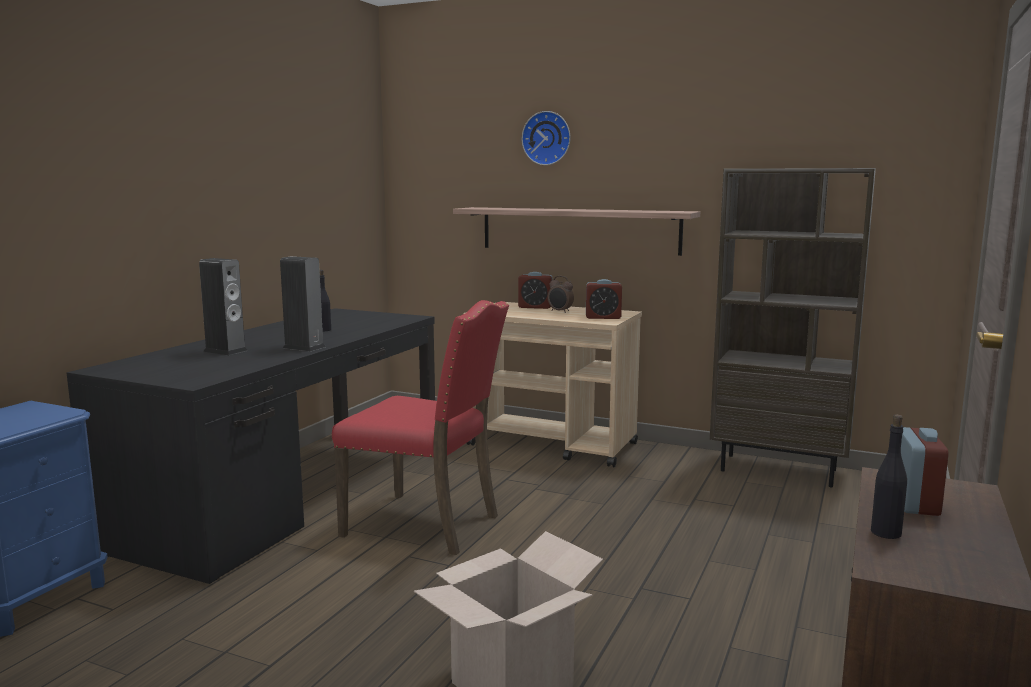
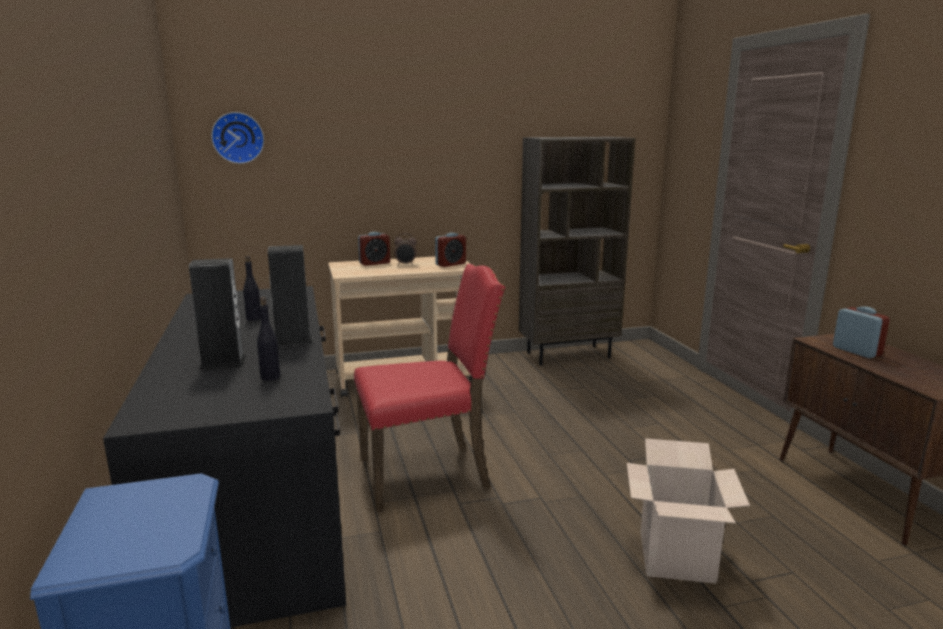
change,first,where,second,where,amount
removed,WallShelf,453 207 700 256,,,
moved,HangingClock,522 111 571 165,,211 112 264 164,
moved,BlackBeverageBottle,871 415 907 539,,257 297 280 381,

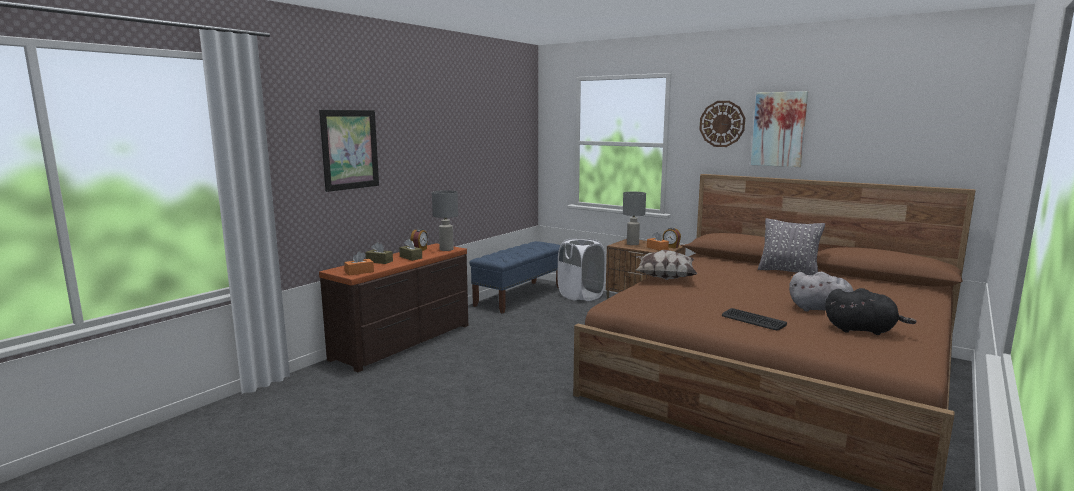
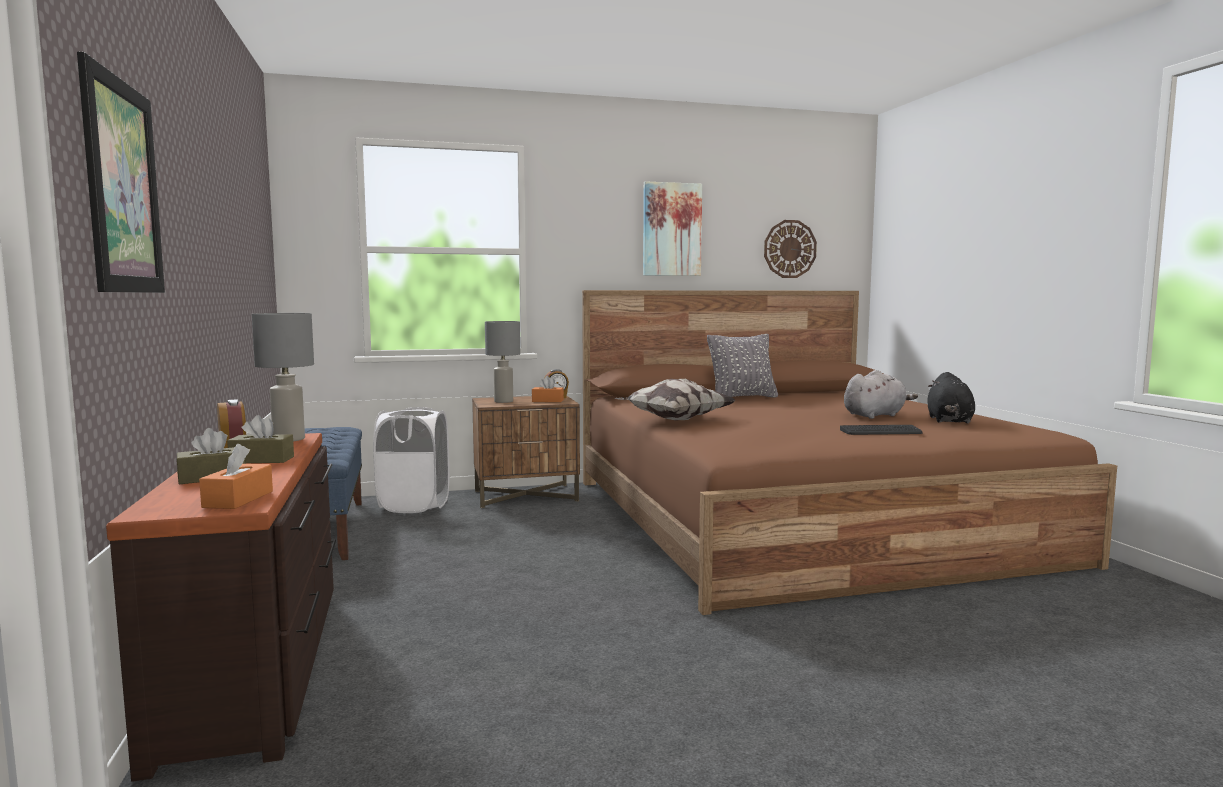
change,first,where,second,where,amount
moved,HangingClock,699 101 745 147,,764 220 817 278,
turned,BlackSoftToy,825 288 916 335,,927 372 975 424,135 degrees clockwise

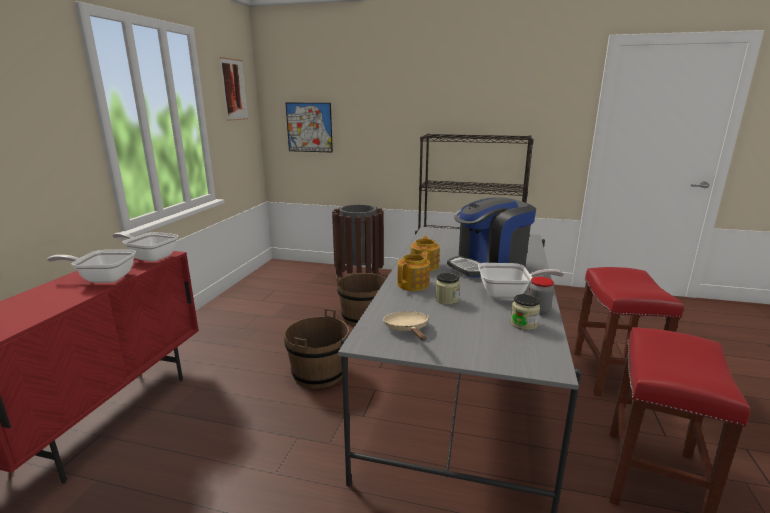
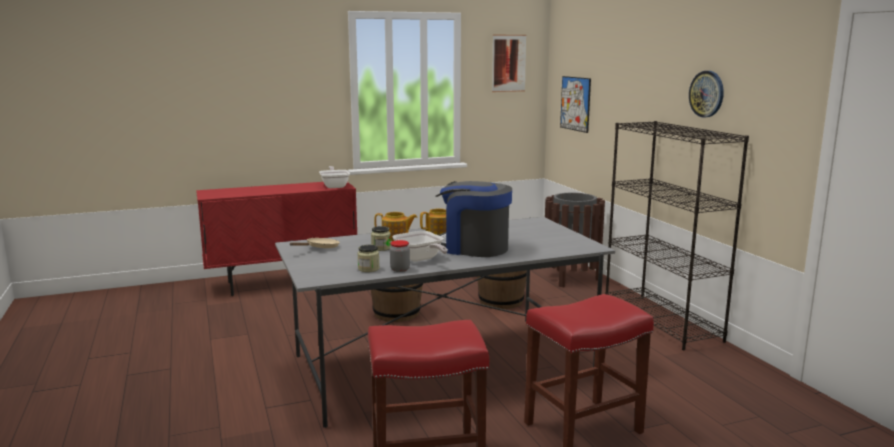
change,first,where,second,where,amount
removed,Pan,47 250 136 283,,,
added,,,HangingClock,689 71 724 118,

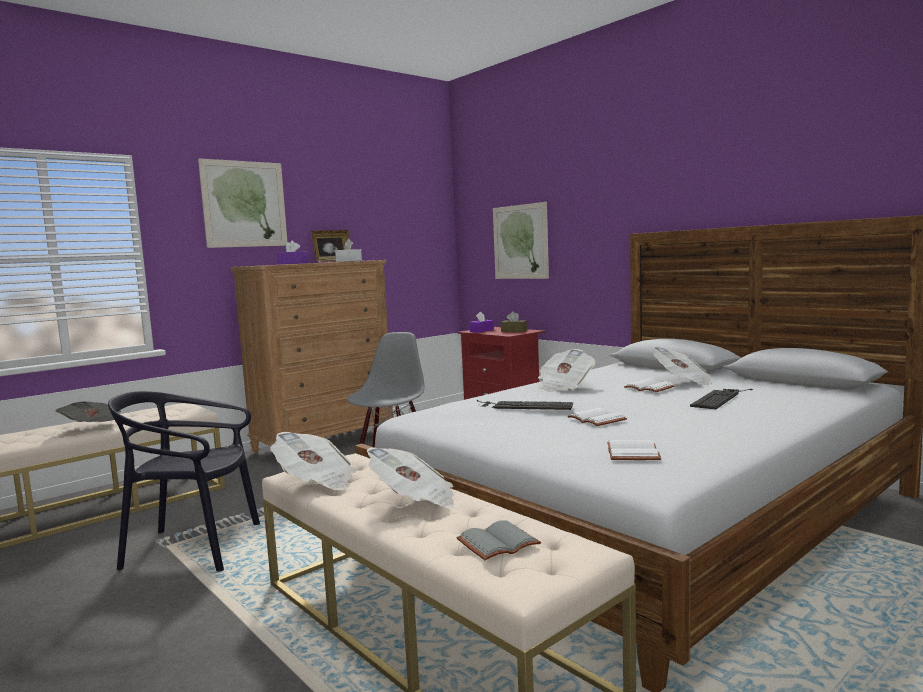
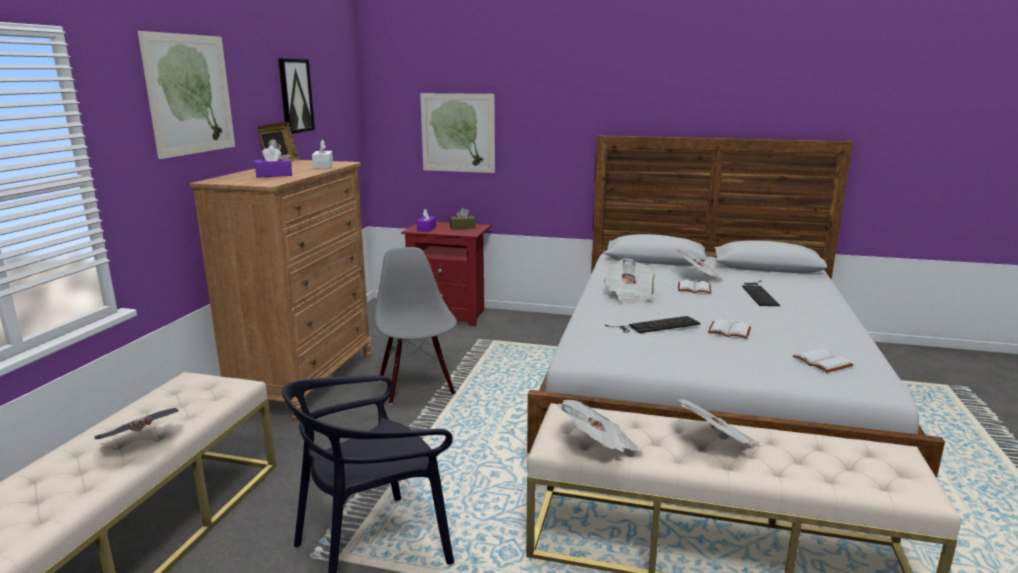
change,first,where,second,where,amount
removed,GreyishBoundBook,457 520 541 560,,,
added,,,WallPicture,278 59 315 134,

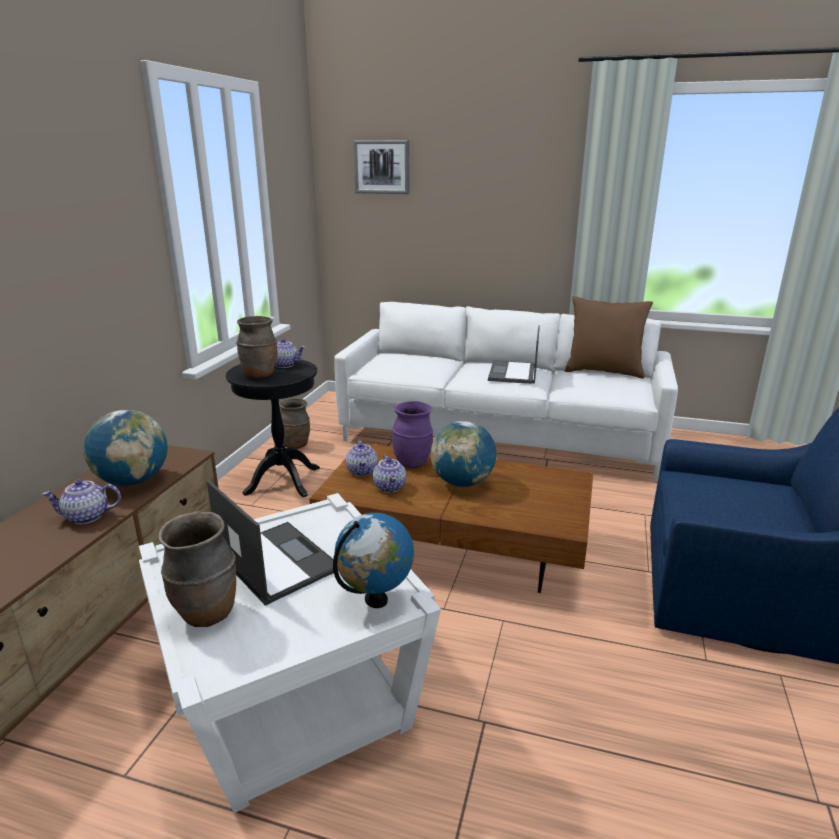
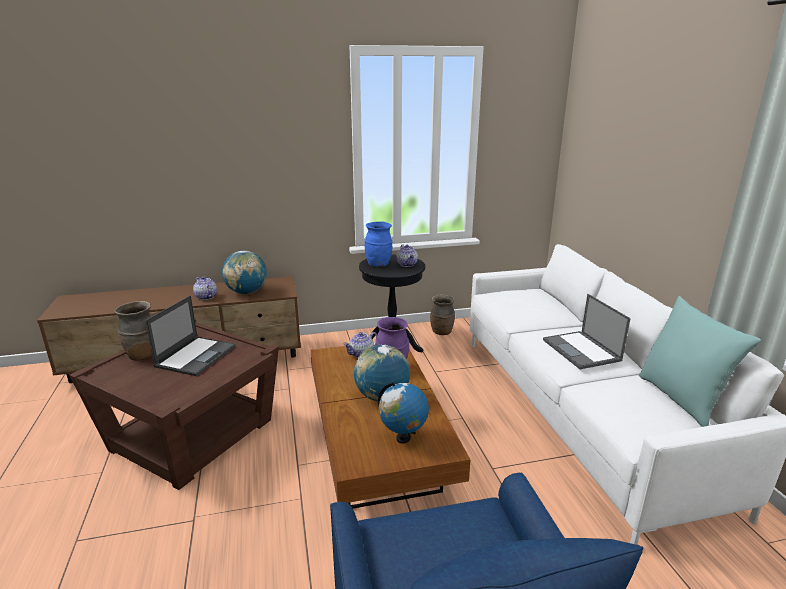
change,first,where,second,where,amount
removed,WallPicture,353 140 409 194,,,
removed,Teapot,373 454 406 493,,,
moved,DeskGlobe,333 513 414 608,,378 382 429 444,
recoloured,WhitishSideTable,139 493 441 813,BrownColouredSideTable,69 320 279 490,
recoloured,BrownColouredVase,236 316 278 379,BlueVase,364 222 392 267,
recoloured,BrownColouredCushion,565 296 653 378,TurquoiseColouredCushion,639 296 761 427,
turned,Laptop,488 326 540 384,,543 294 631 369,90 degrees counterclockwise

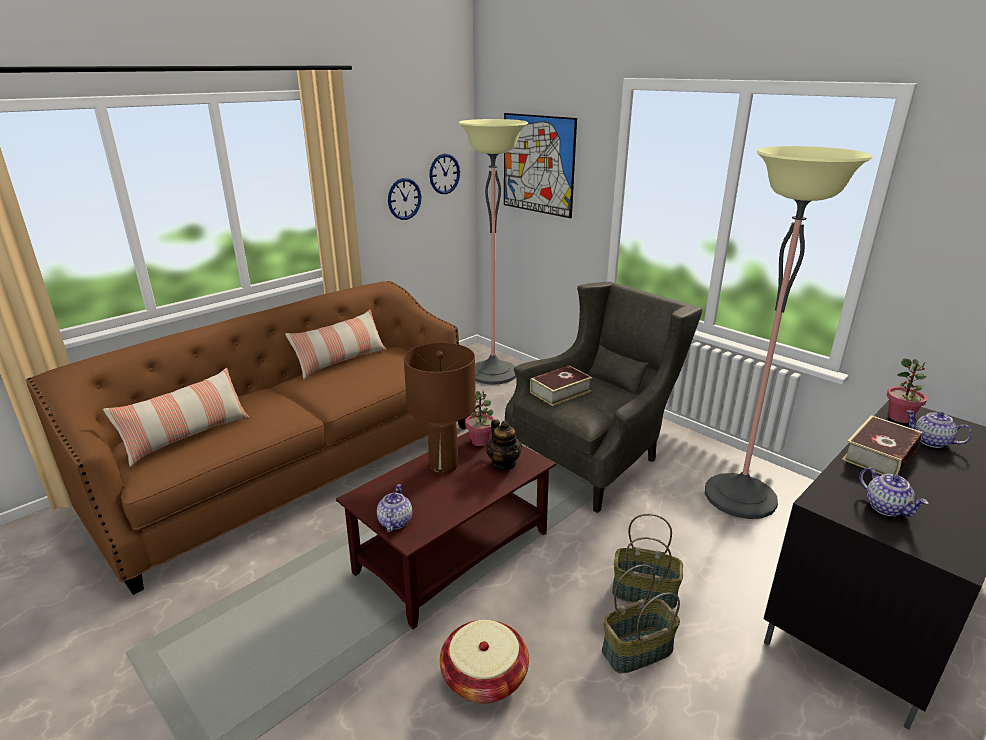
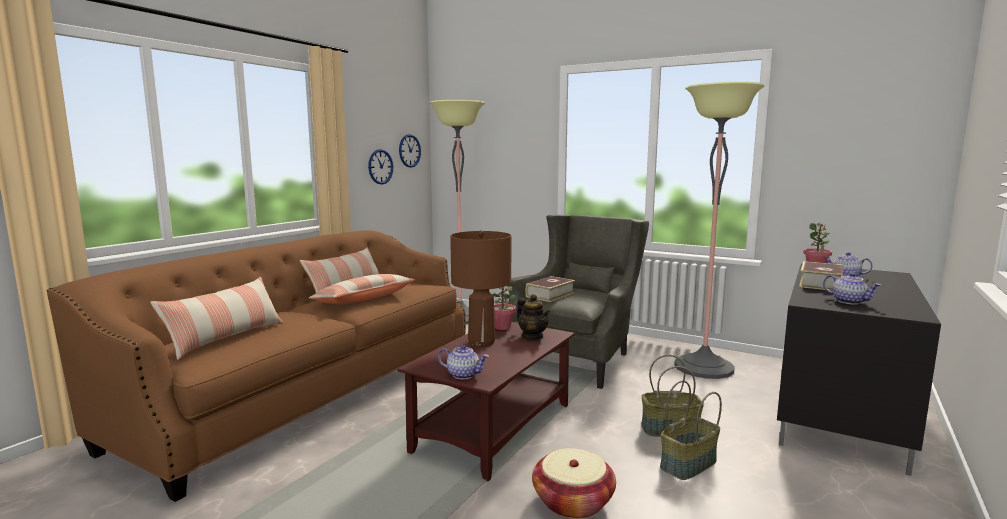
change,first,where,second,where,amount
removed,WallPicture,504 113 577 218,,,
added,,,Cushion,309 274 415 304,
turned,Teapot,377 484 412 532,,438 345 488 379,120 degrees clockwise

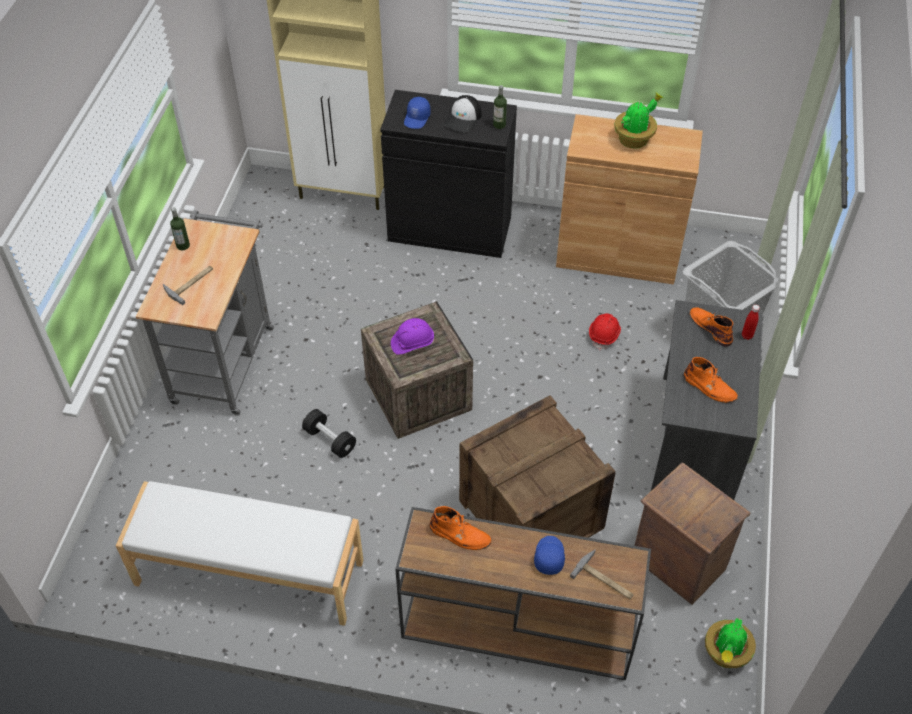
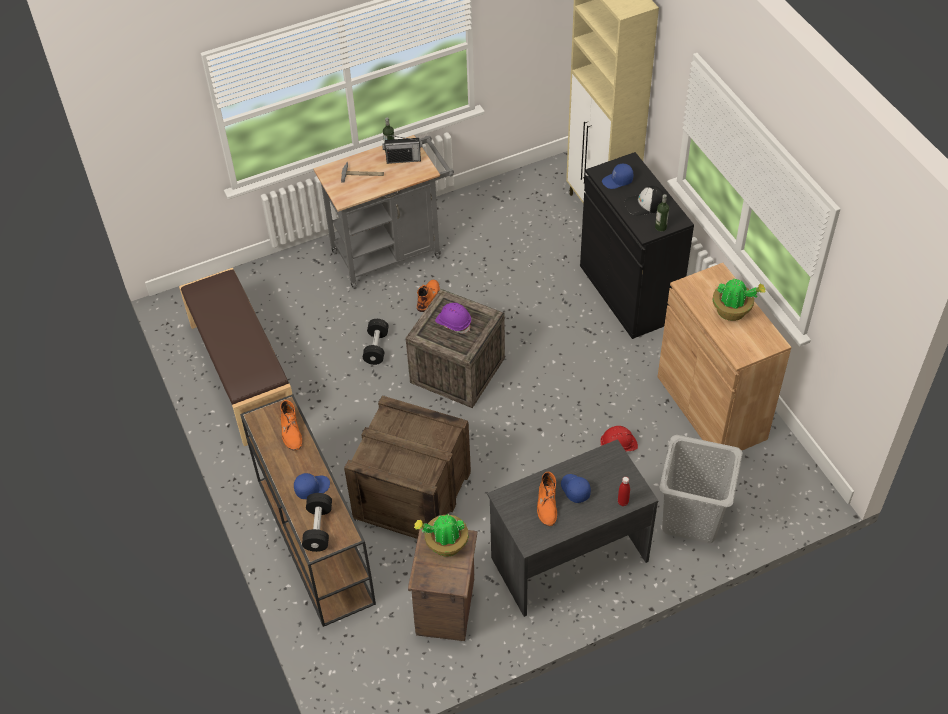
change,first,where,second,where,amount
added,,,Radio,382 135 422 164,
added,,,BlueBaseballCap,561 474 591 503,
moved,OrangeyBoot,690 307 733 347,,417 280 440 312,
moved,PottedPlant,705 618 756 668,,414 514 469 557,
replaced,Hammer,570 549 634 599,BlackFreeWeight,302 493 332 552,
recoloured,WhitishIndoorBench,116 481 363 626,BrownColouredIndoorBench,179 268 292 446,

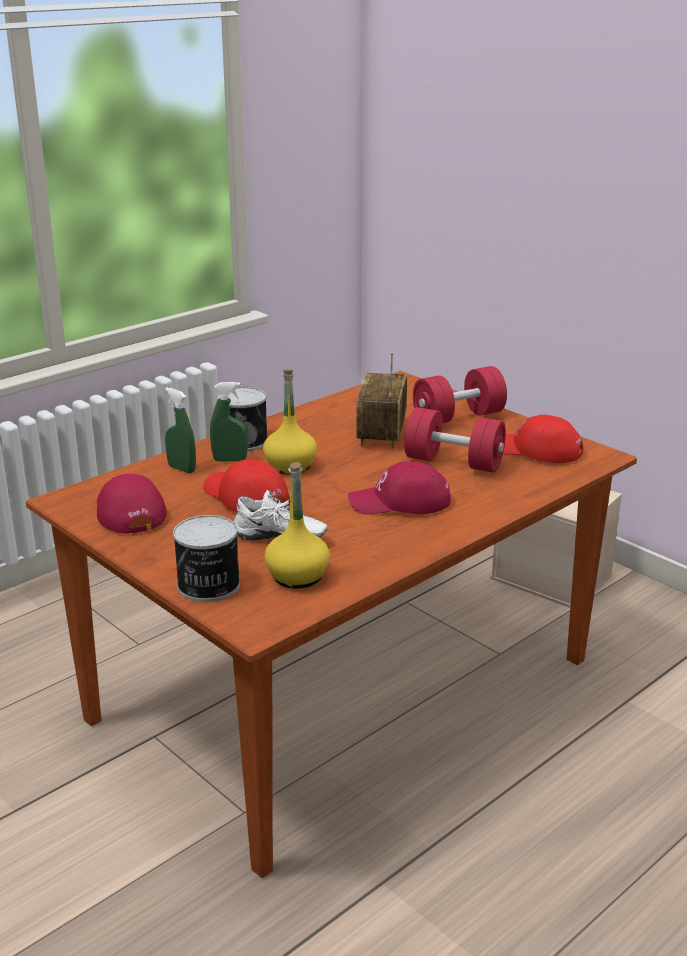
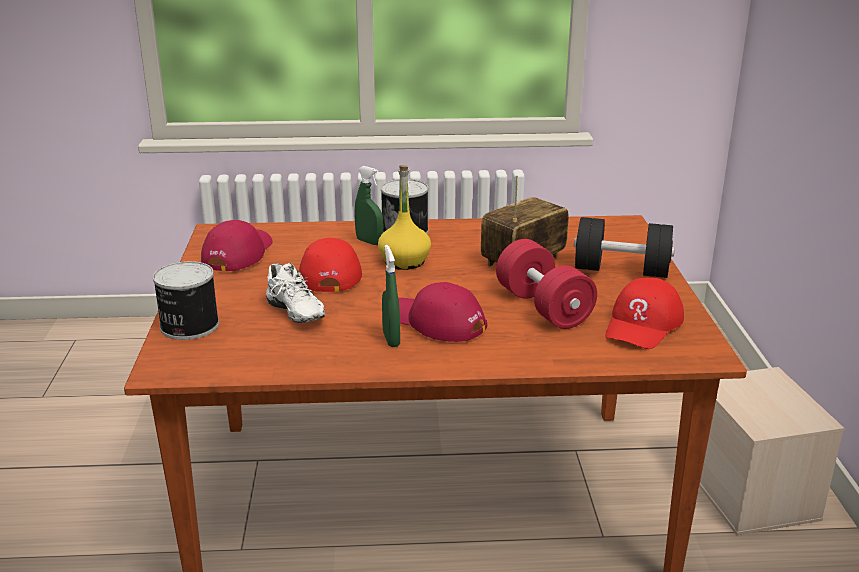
change,first,where,second,where,amount
removed,YellowishBeverageBottle,264 462 330 589,,,
moved,GreenColouredSprayBottle,165 387 196 473,,382 245 400 347,
recoloured,ReddishFreeWeight,413 366 507 423,BlackFreeWeight,574 217 675 278,
turned,ReddishBaseballCap,503 415 583 463,,605 277 684 349,120 degrees counterclockwise

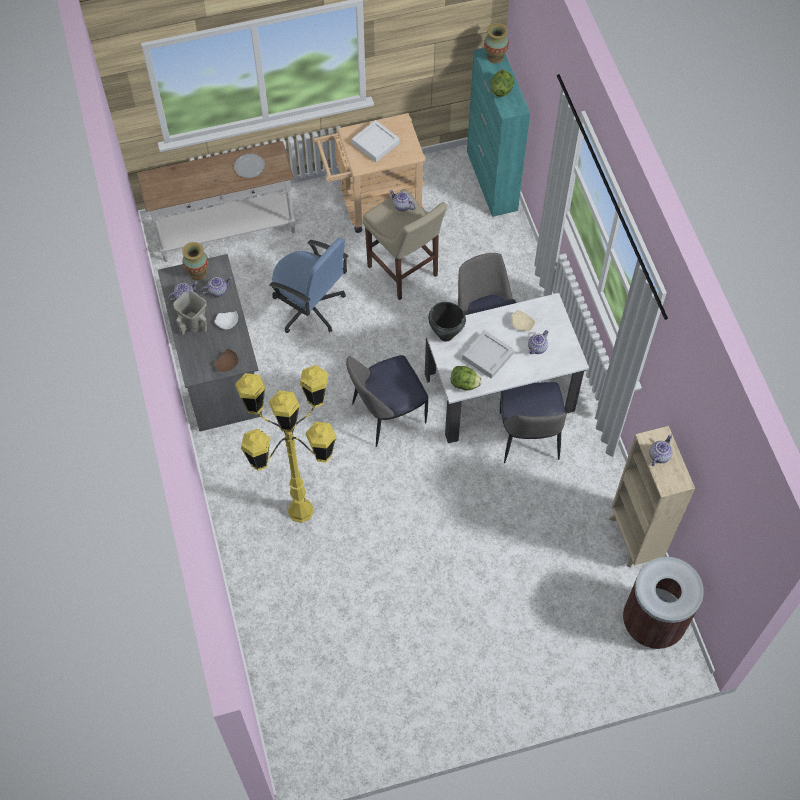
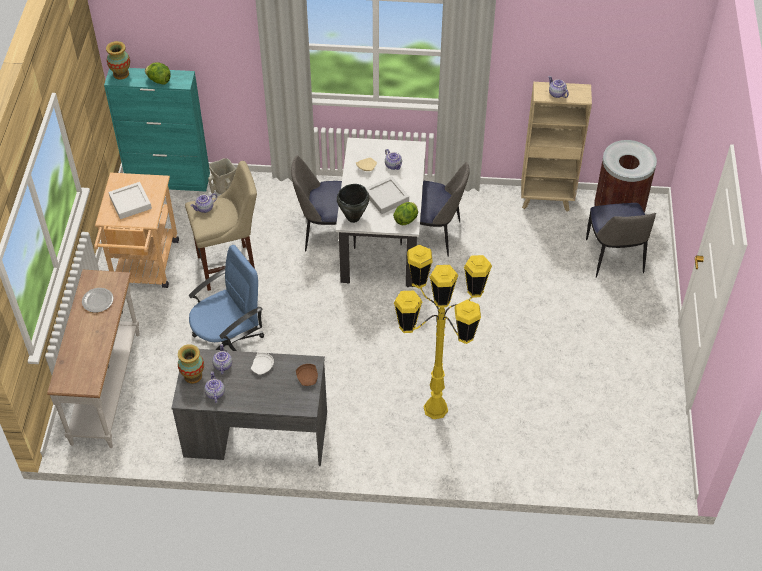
change,first,where,second,where,amount
moved,SandColouredVase,173 290 207 335,,208 158 237 194,
moved,UprightChair,346 355 428 447,,586 203 656 278,

